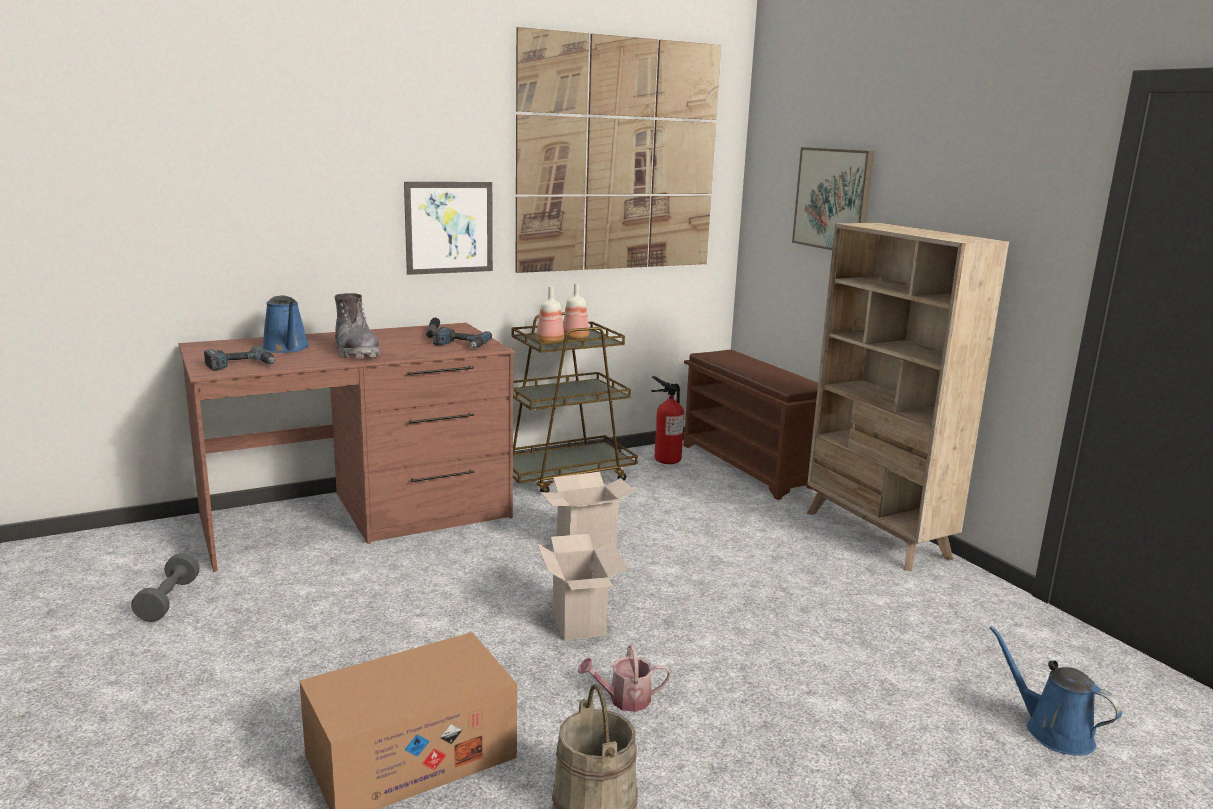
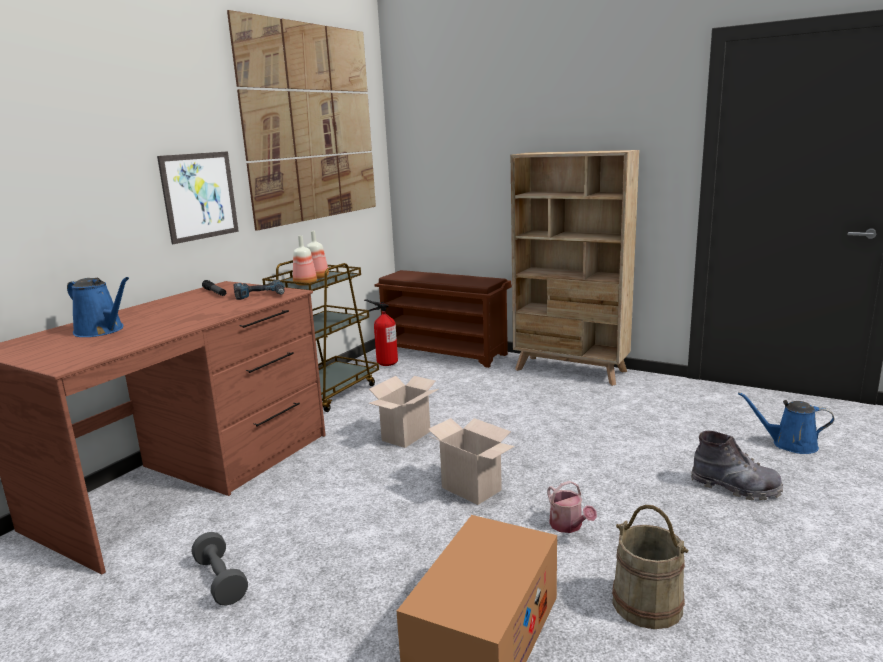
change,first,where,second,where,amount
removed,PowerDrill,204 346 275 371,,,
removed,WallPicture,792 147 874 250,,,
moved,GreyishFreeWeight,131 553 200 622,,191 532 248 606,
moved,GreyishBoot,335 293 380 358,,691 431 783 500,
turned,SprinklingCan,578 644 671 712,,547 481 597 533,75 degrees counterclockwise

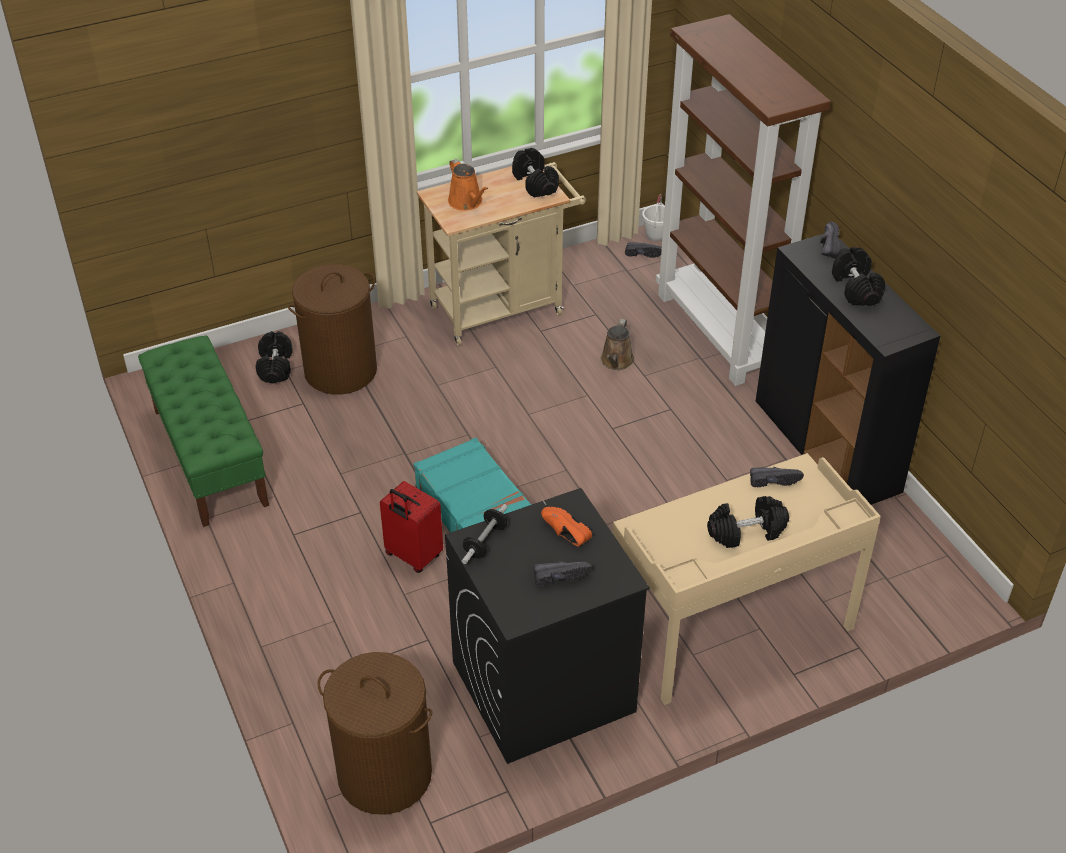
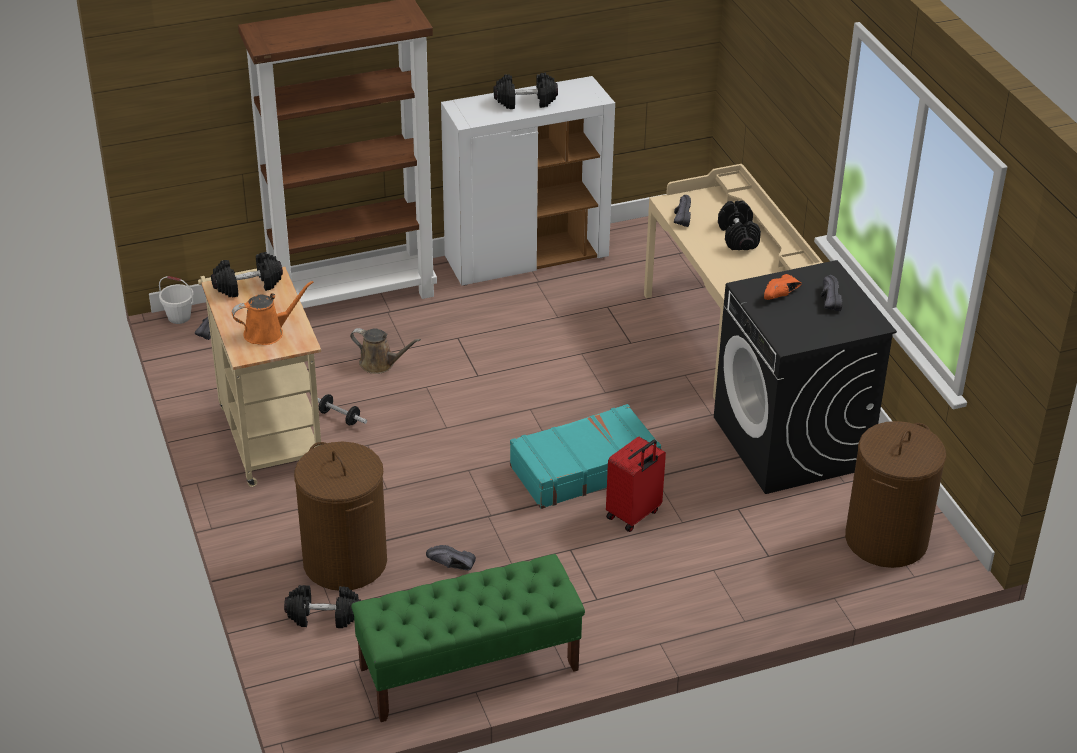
change,first,where,second,where,amount
moved,FreeWeight,462 504 508 564,,318 394 367 426,
moved,BlackItemOfFootwear,820 222 840 258,,426 545 476 570,
recoloured,BlackStorageCabinet,756 233 940 505,WhitishStorageCabinet,441 76 615 286,

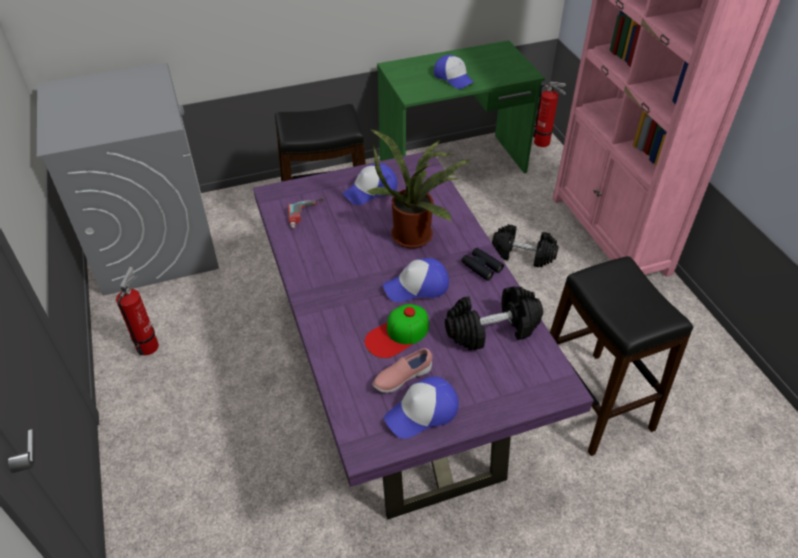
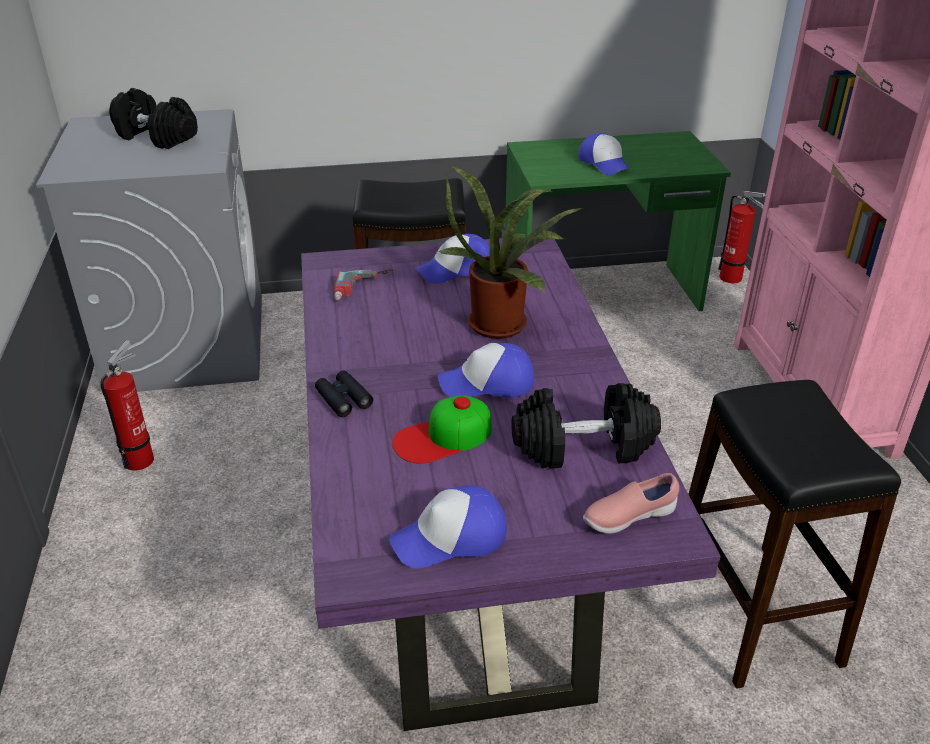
change,first,where,second,where,amount
moved,PinkColouredItemOfFootwear,373 348 433 393,,583 473 679 534,
moved,BlackBinoculars,461 248 504 281,,315 371 373 417,
moved,BlackFreeWeight,492 224 559 267,,109 88 198 149,

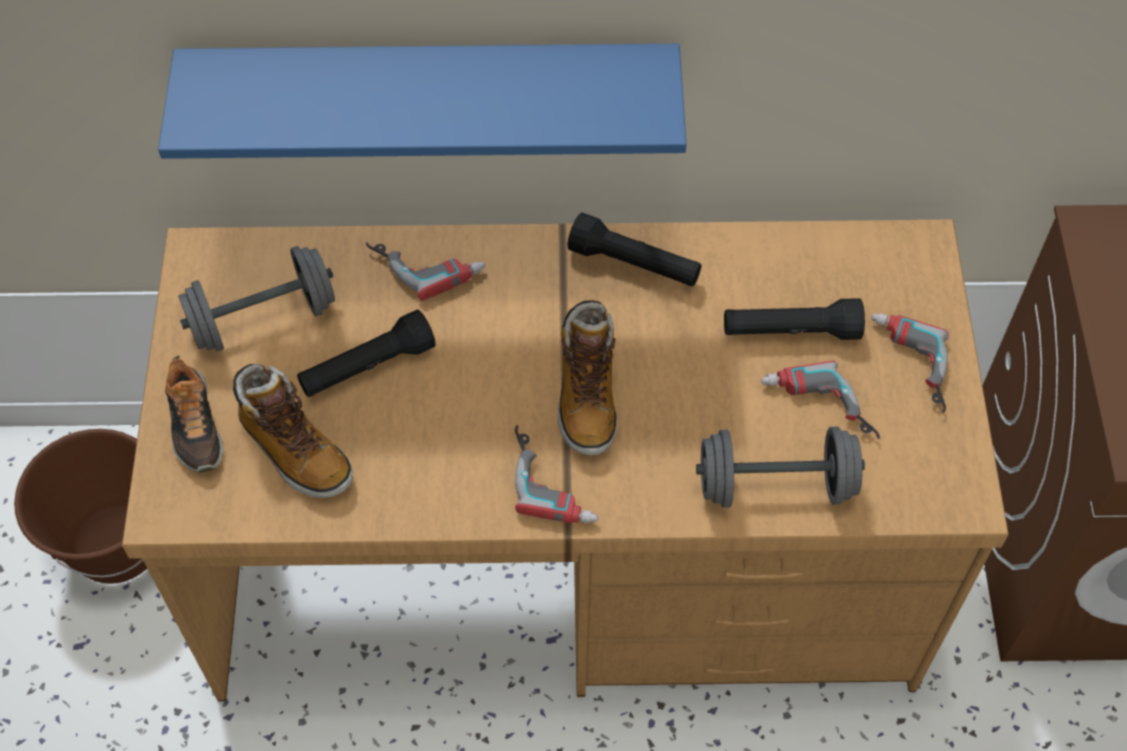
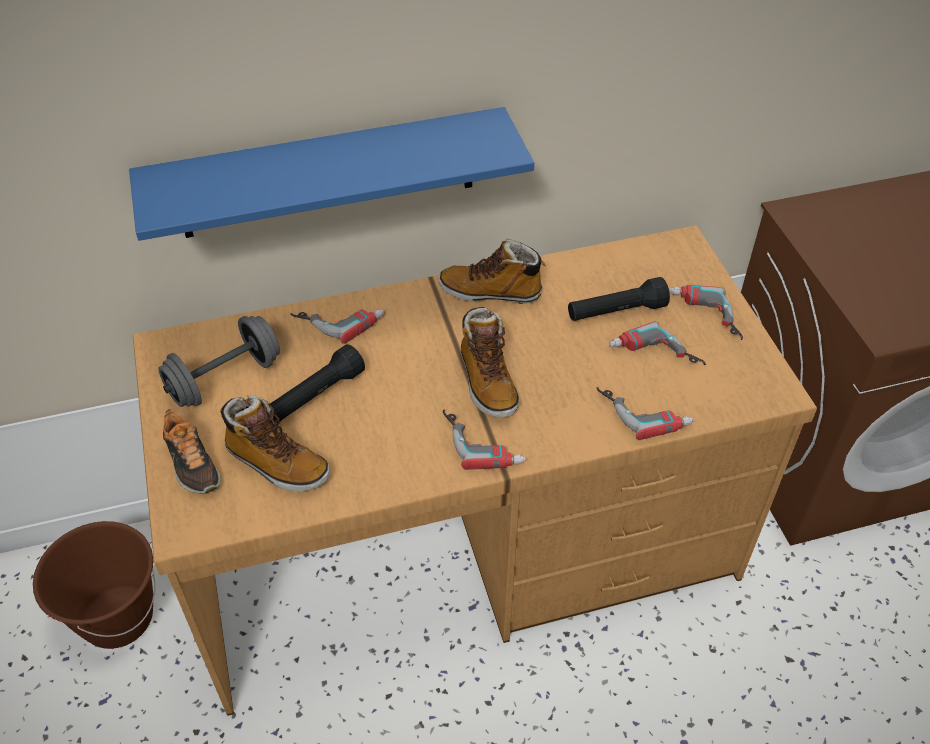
change,first,where,second,where,amount
replaced,BlackFlashlight,567 213 701 286,Boot,439 239 546 304,
replaced,GreyishFreeWeight,696 427 865 508,PowerDrill,597 387 694 440,

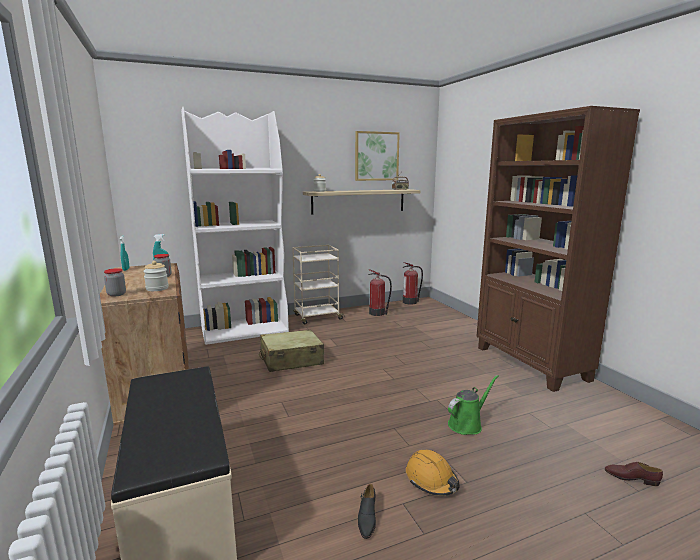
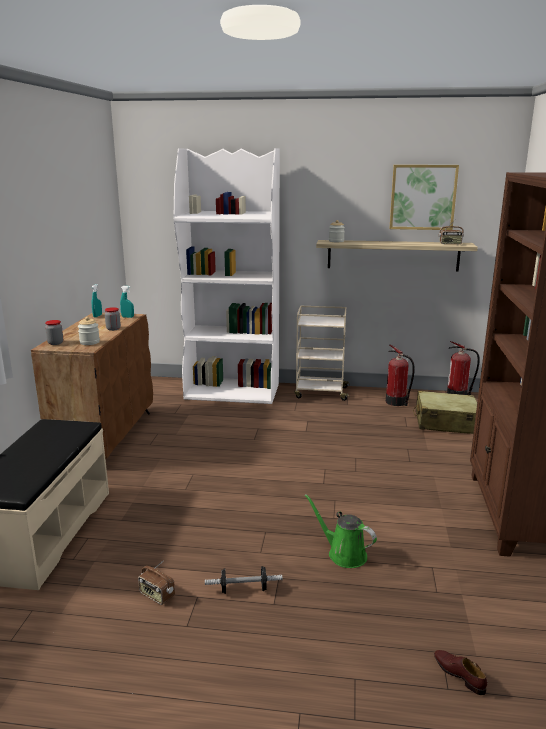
change,first,where,second,where,amount
moved,SandColouredSuitcase,259 329 324 372,,413 391 477 434,
replaced,BlackItemOfFootwear,358 484 376 539,Radio,138 561 175 605,
replaced,OrangeyHardHat,406 450 460 496,FreeWeight,205 566 283 594,
turned,GreenColouredSprinklingCan,448 375 498 435,,304 494 377 568,135 degrees counterclockwise

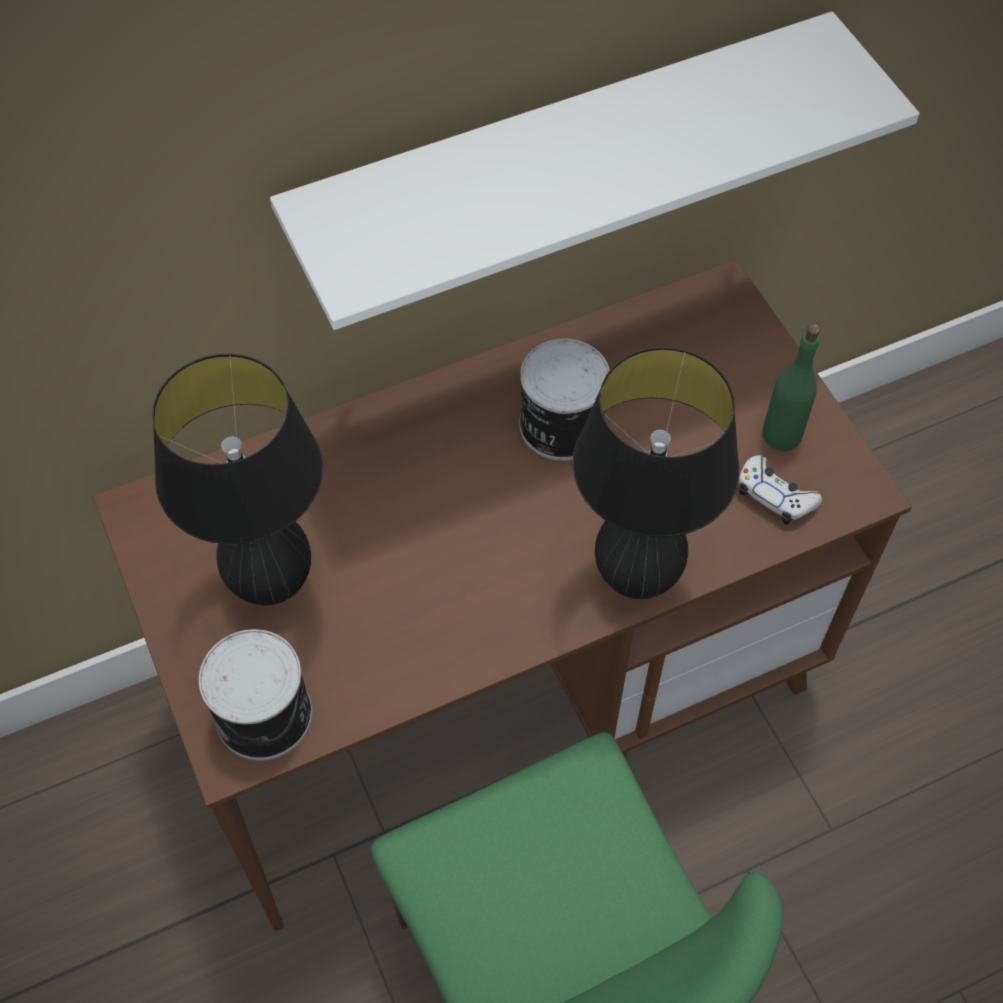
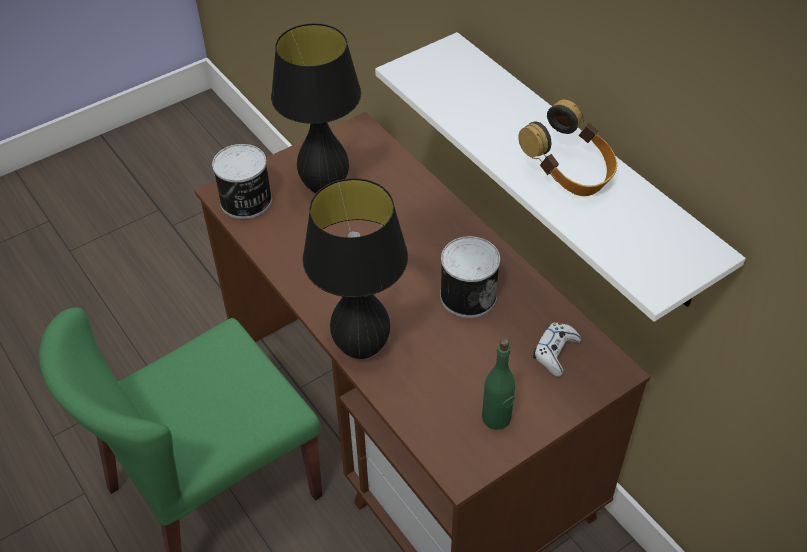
change,first,where,second,where,amount
added,,,Headphones,518 99 617 196,
moved,WhitishGamepad,739 455 822 525,,533 322 581 376,

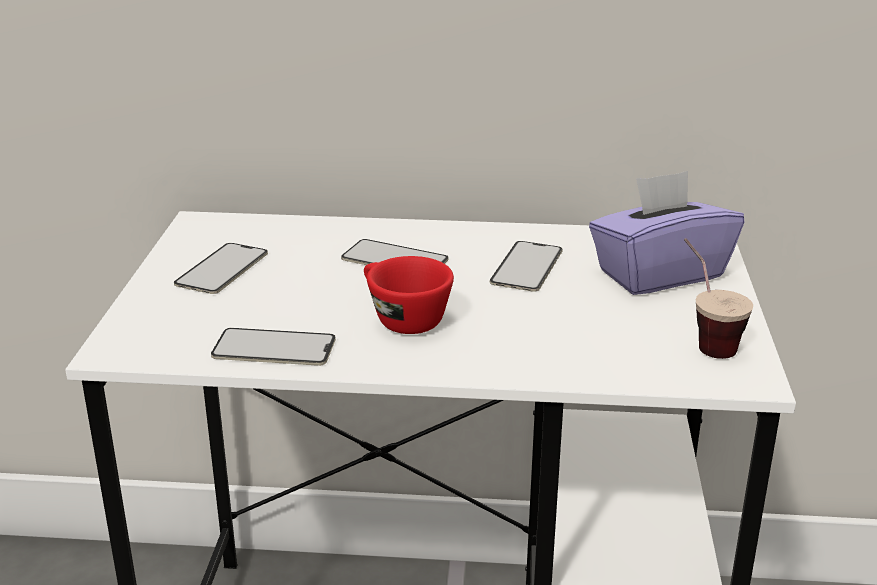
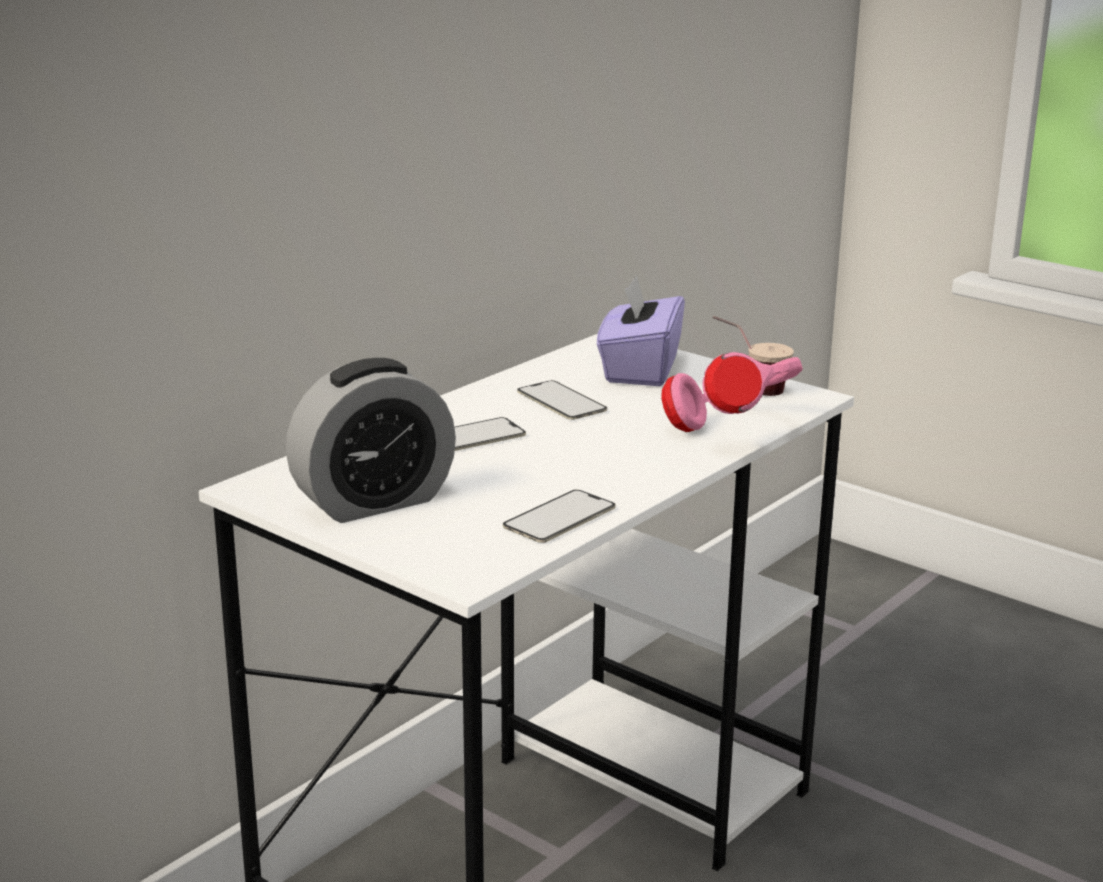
change,first,where,second,where,amount
removed,ReddishDrinkingCup,364 256 454 334,,,
added,,,PinkColouredHeadphones,661 352 803 432,
replaced,Handset,174 243 268 294,AlarmClock,286 358 456 523,

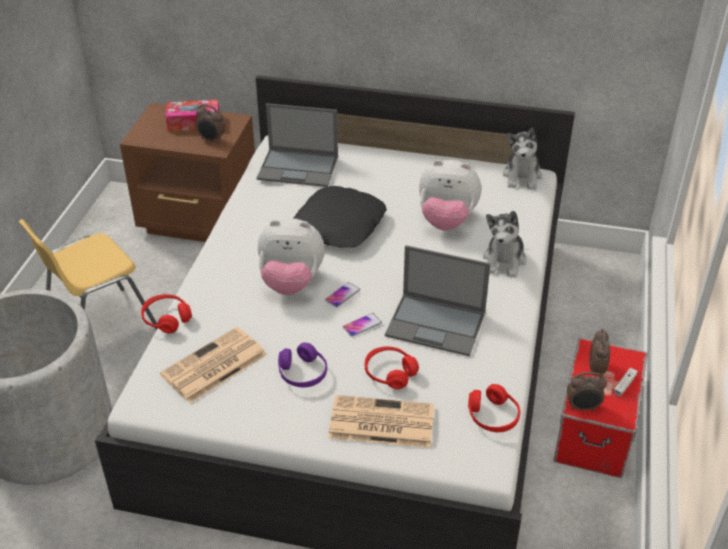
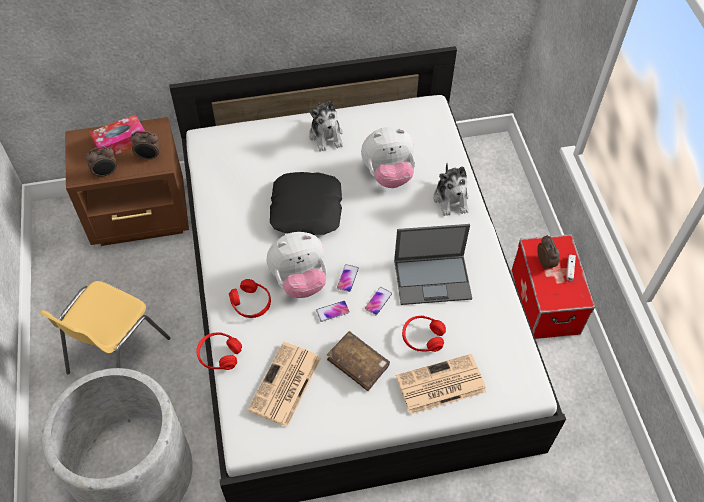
change,first,where,second,where,amount
removed,Laptop,257 103 338 187,,,
added,,,Handset,316 301 350 322,
moved,ReddishHeadphones,468 384 520 432,,229 279 271 318,
moved,SoftToy,503 128 542 190,,309 101 343 152,
moved,AlarmClock,567 372 607 411,,86 146 117 178,
replaced,PurplishHeadphones,278 342 327 387,BrownColouredBoundBook,327 331 390 391,

